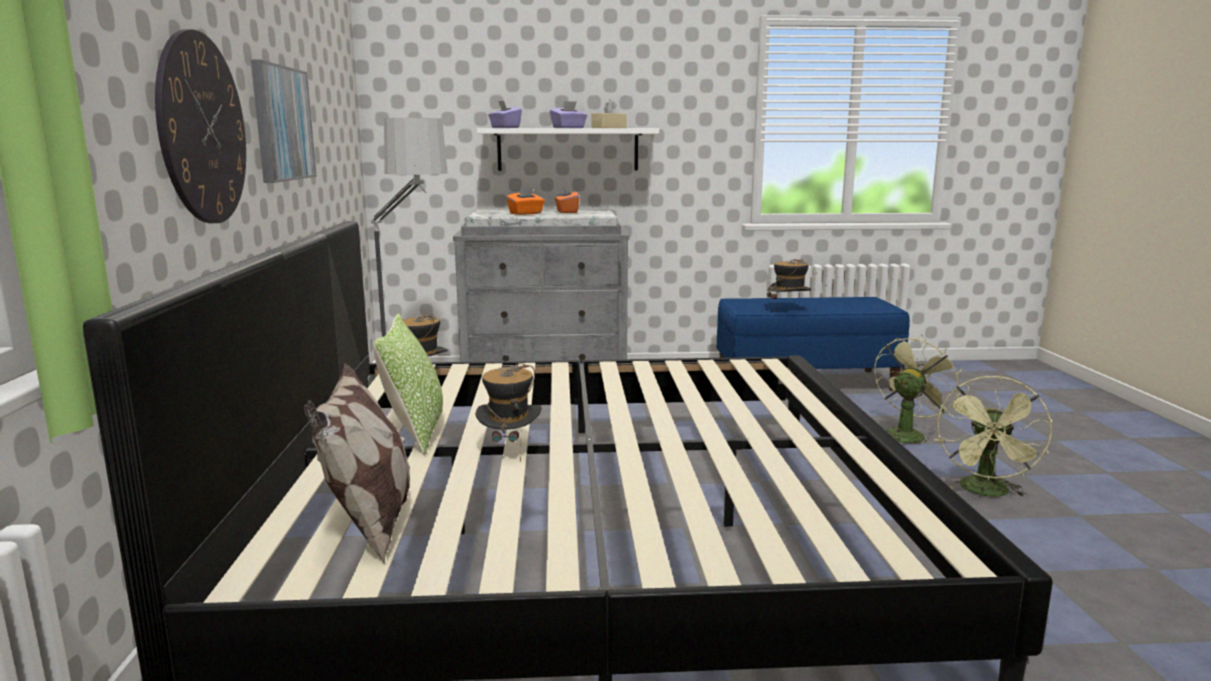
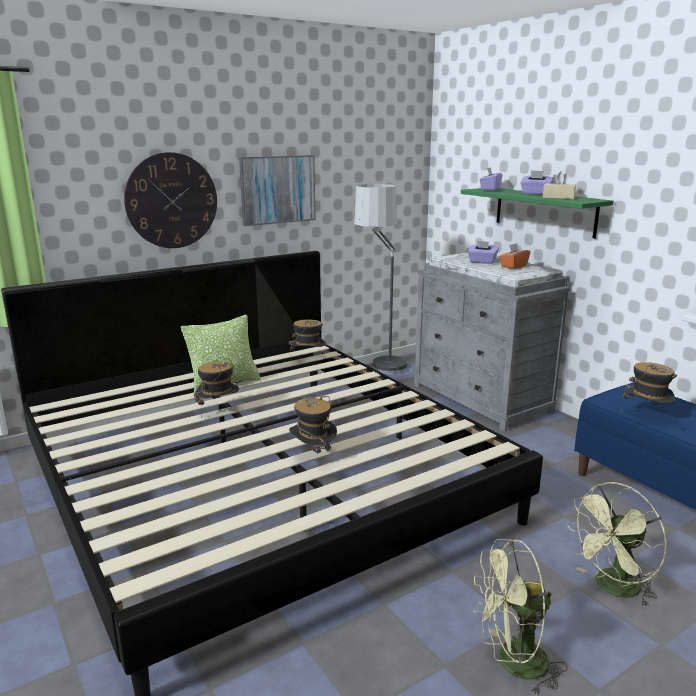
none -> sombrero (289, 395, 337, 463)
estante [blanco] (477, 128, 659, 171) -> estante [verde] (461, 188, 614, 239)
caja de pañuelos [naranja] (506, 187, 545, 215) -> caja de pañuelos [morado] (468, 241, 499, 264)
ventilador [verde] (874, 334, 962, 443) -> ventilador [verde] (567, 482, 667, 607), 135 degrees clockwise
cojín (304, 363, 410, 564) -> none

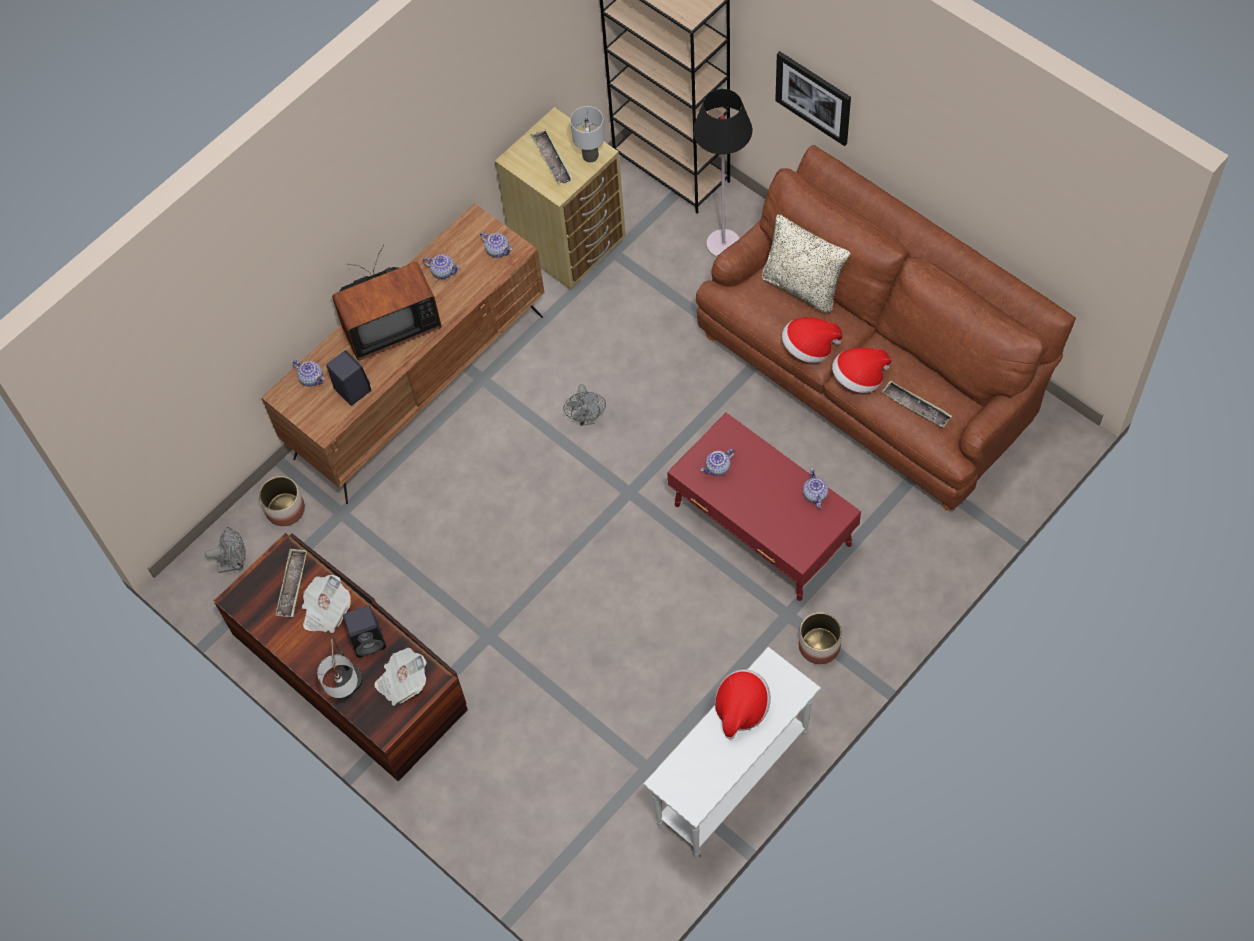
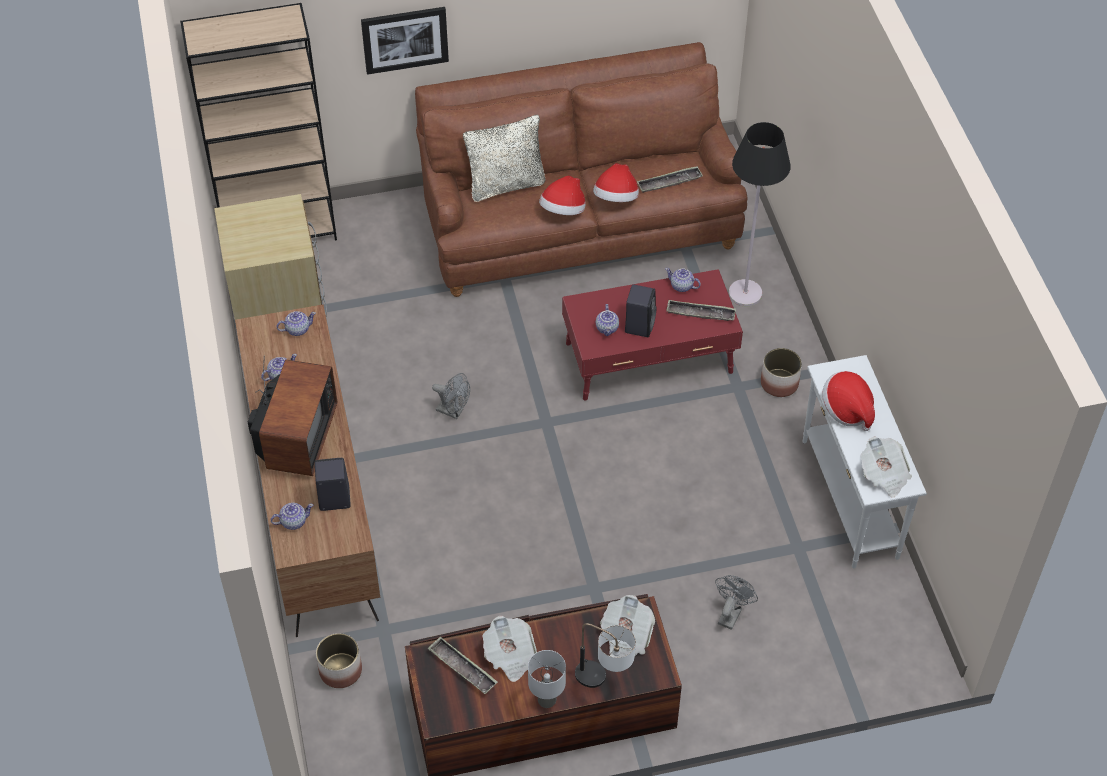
lámpara de mesa [blanco] (570, 106, 605, 163) -> lámpara de mesa [blanco] (528, 650, 566, 708), relocated
altavoz [negro] (343, 605, 386, 658) -> altavoz [negro] (625, 284, 656, 337), relocated
bandeja (531, 129, 573, 184) -> bandeja (666, 300, 736, 321), relocated
ventilador [gris] (205, 527, 246, 573) -> ventilador [gris] (715, 575, 758, 630), relocated
lámpara de pie [negro] (693, 89, 753, 258) -> lámpara de pie [negro] (729, 122, 791, 307), relocated
none -> periódico (860, 436, 912, 498)

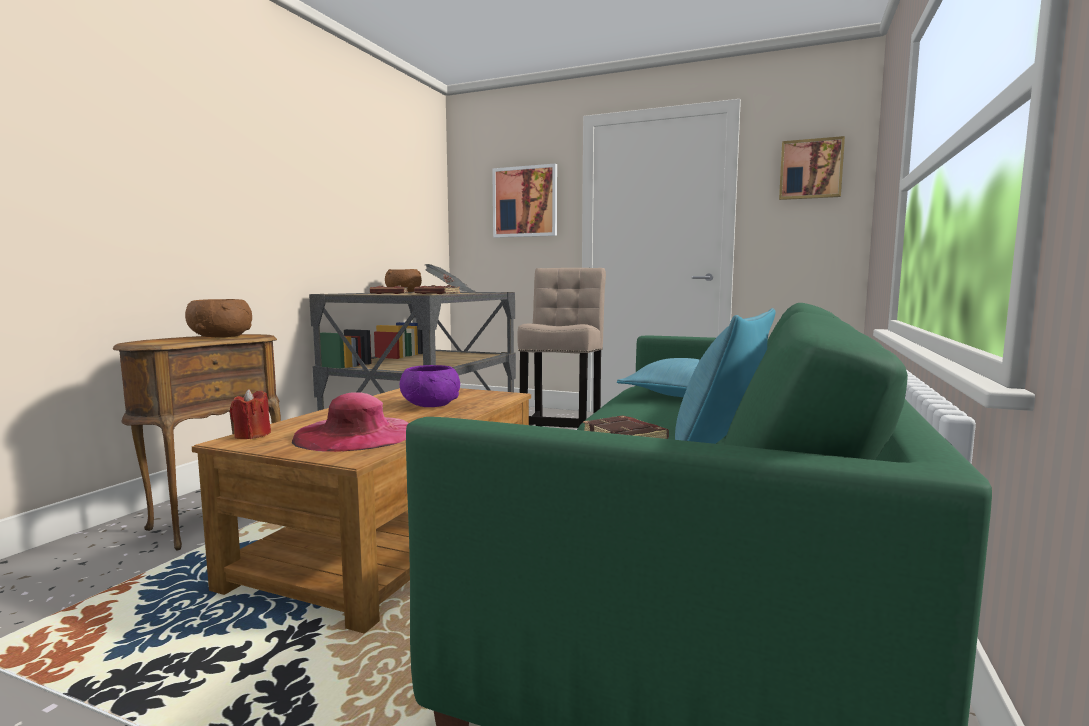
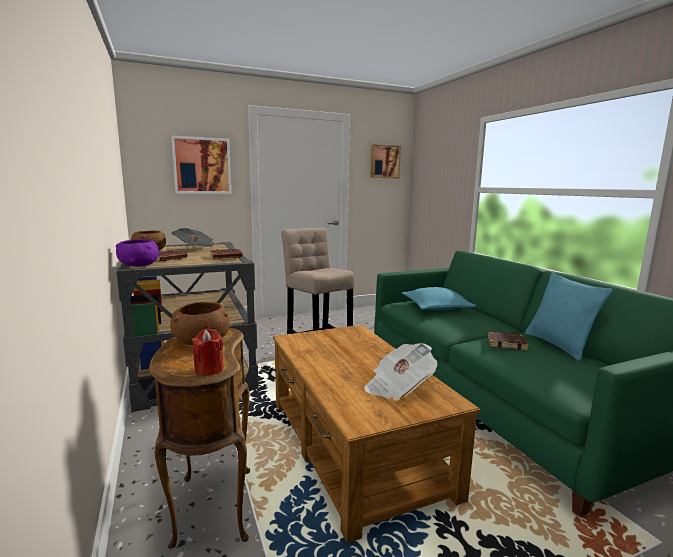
cuenco [morado] (400, 365, 460, 407) -> cuenco [morado] (115, 239, 159, 266), relocated
vela [rojo] (230, 389, 271, 439) -> vela [rojo] (192, 329, 224, 376), relocated
sombrero [rosa] (292, 392, 409, 452) -> periódico (364, 343, 437, 401)

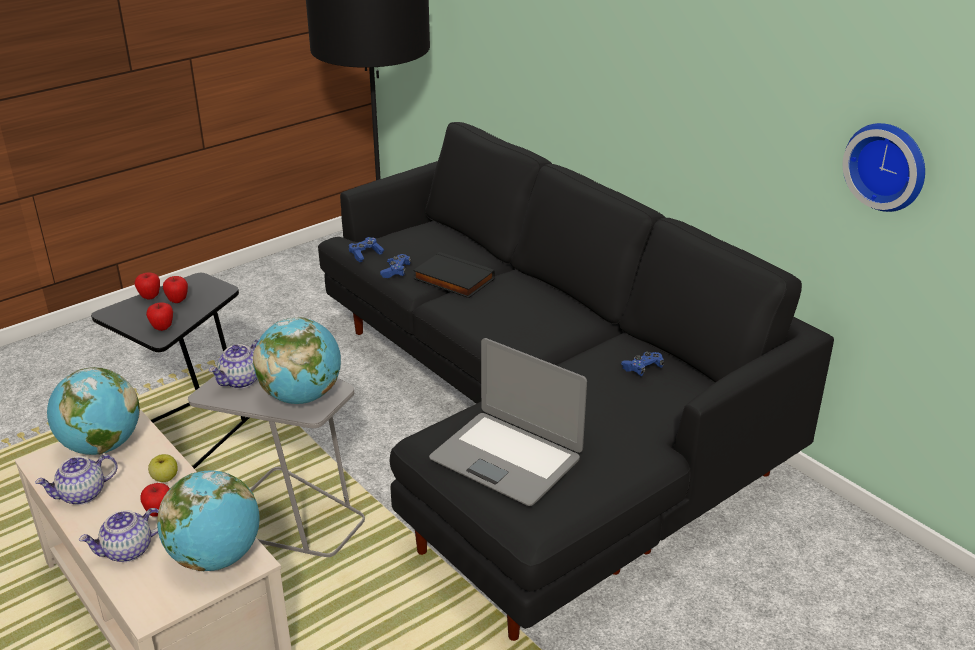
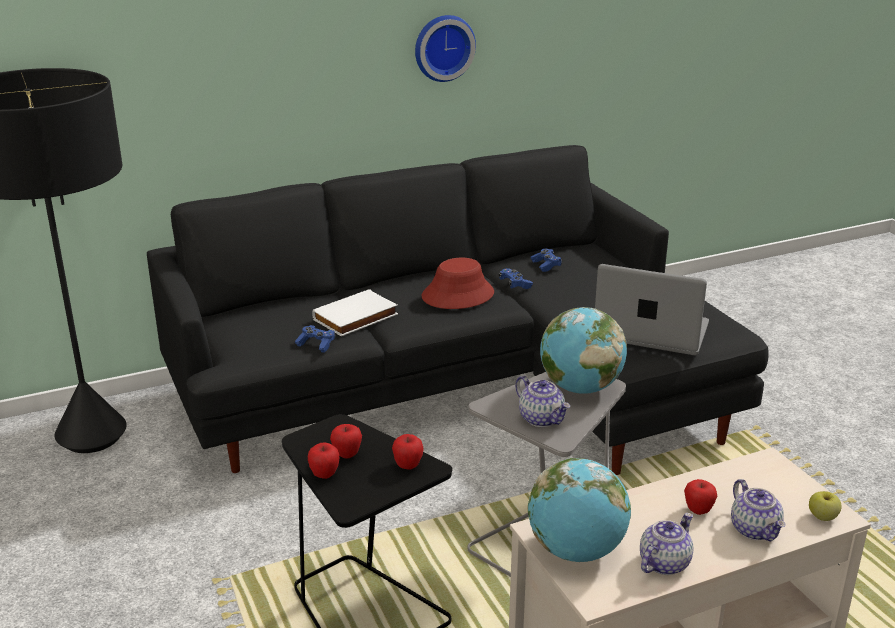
libro [negro] (413, 252, 495, 298) -> libro [blanco] (312, 289, 398, 336)
reloj de pared (843, 123, 925, 212) -> reloj de pared (415, 15, 476, 82), relocated
none -> sombrero [rojo] (422, 258, 494, 309)
mando de consola [azul] (348, 237, 384, 262) -> mando de consola [azul] (499, 268, 533, 289), relocated
portátil (429, 338, 587, 506) -> portátil (595, 264, 709, 355), 120 degrees counterclockwise
tetera (35, 454, 118, 505) -> tetera (640, 513, 693, 575), 120 degrees counterclockwise
manzana (148, 454, 178, 482) -> manzana (809, 491, 842, 521), relocated
globo terráqueo (157, 471, 260, 572) -> none

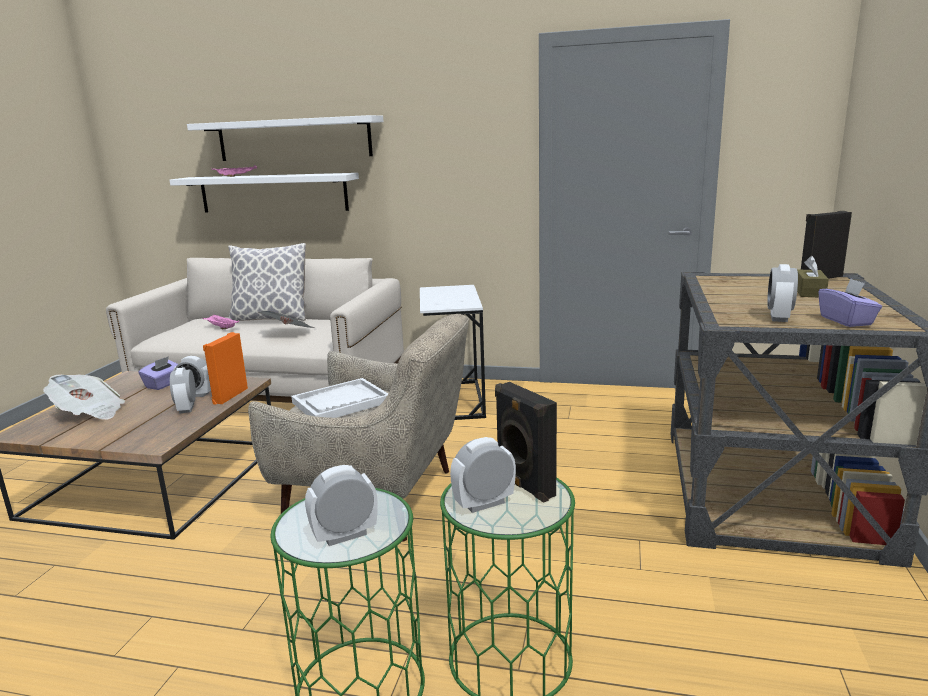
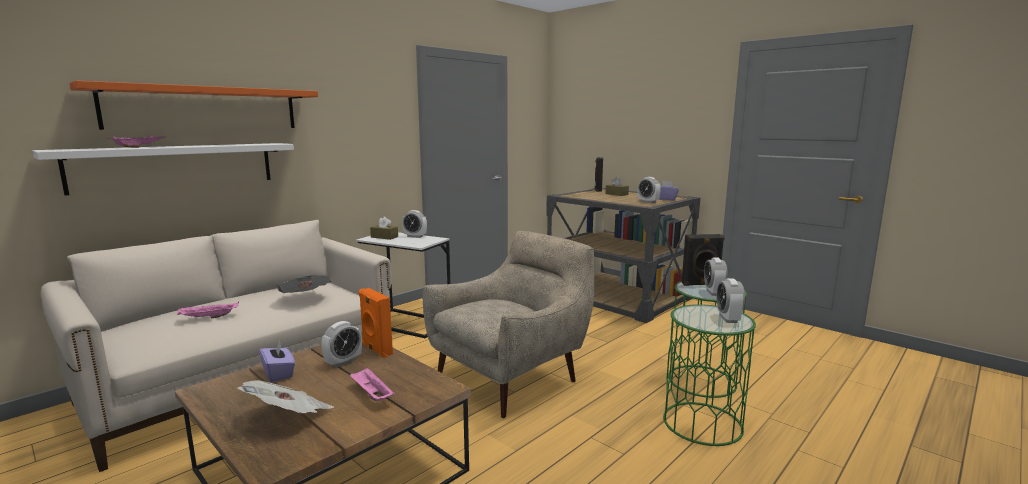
estante [blanco] (187, 115, 384, 161) -> estante [naranja] (69, 80, 318, 130)
none -> bandeja [rosa] (350, 367, 395, 401)
none -> caja de pañuelos [marrón] (370, 217, 398, 240)
despertador (170, 367, 196, 414) -> despertador (402, 210, 427, 238), relocated
cojín (228, 243, 306, 321) -> none
bandeja [blanco] (291, 378, 388, 418) -> none

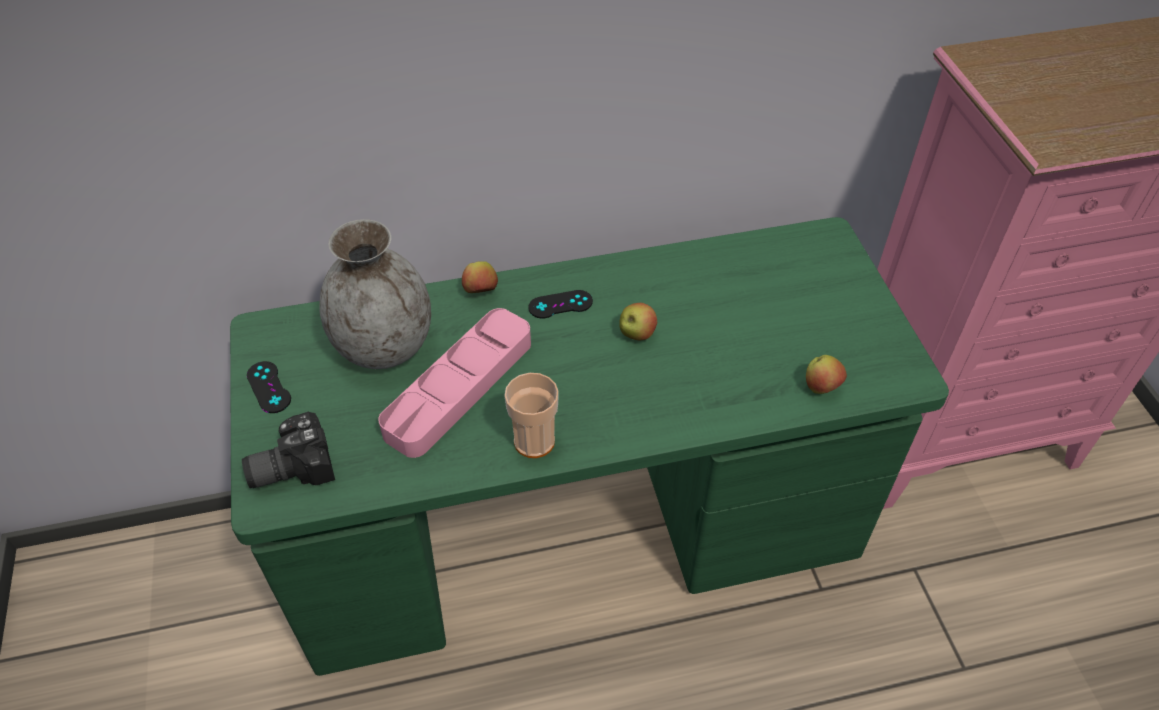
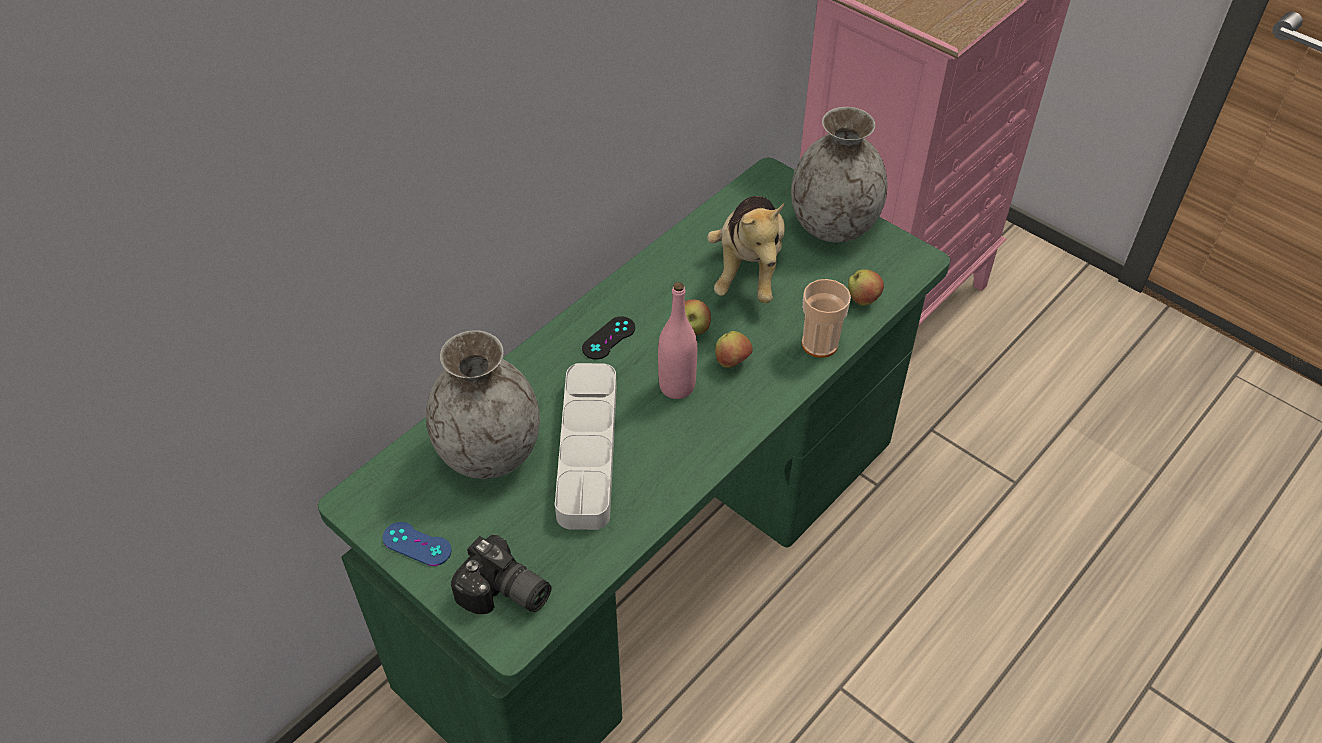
mando de consola [negro] (247, 361, 291, 413) -> mando de consola [azul] (383, 522, 452, 566)
cámara (242, 412, 335, 488) -> cámara (451, 535, 551, 614), 90 degrees counterclockwise
bandeja [rosa] (378, 308, 531, 458) -> bandeja [gris] (555, 363, 617, 530)
none -> botella [rosa] (658, 282, 697, 399)
none -> peluche (707, 196, 785, 303)
manzana (462, 261, 498, 293) -> manzana (715, 331, 753, 368), relocated
none -> florero [gris] (791, 107, 887, 243)
taza (504, 373, 559, 458) -> taza (802, 279, 851, 358), relocated

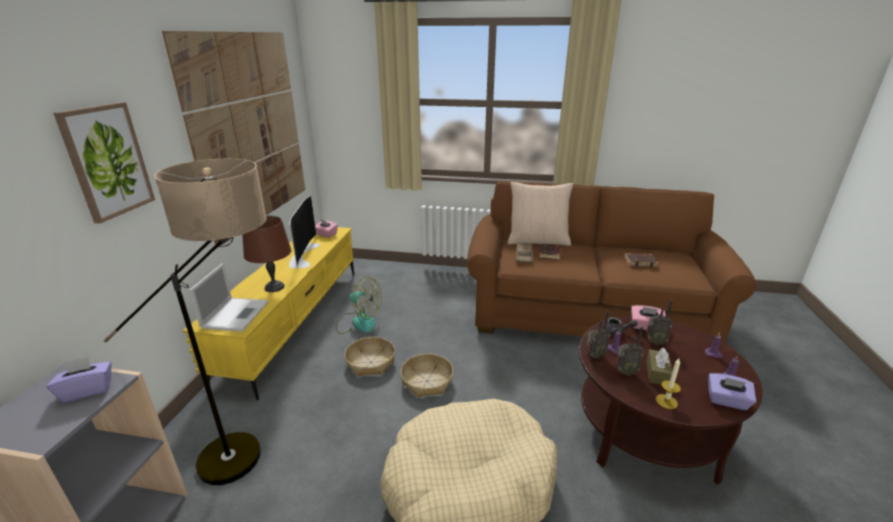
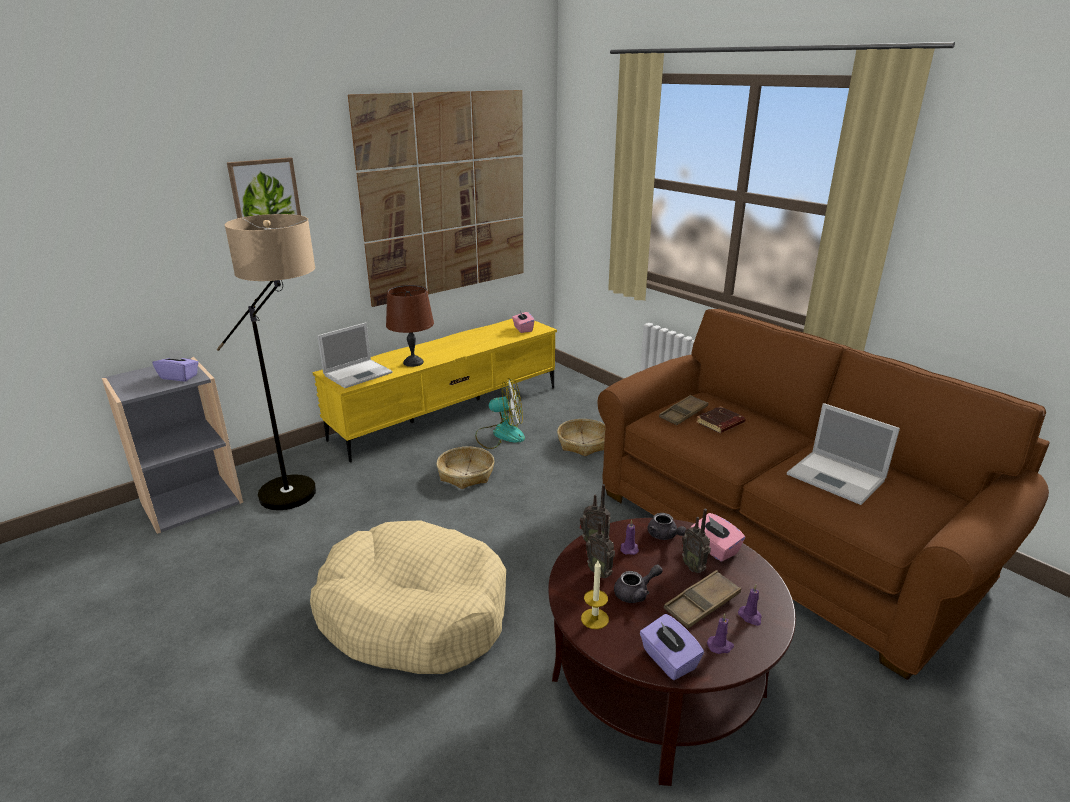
ventilador (335, 277, 382, 334) -> ventilador (475, 378, 525, 449), 60 degrees counterclockwise
cesta (400, 353, 453, 397) -> cesta (557, 419, 606, 456), relocated
caja de pañuelos [marrón] (646, 348, 672, 385) -> tetera [gris] (614, 565, 663, 603)
none -> bandeja [marrón] (664, 570, 741, 628)
libro [marrón] (625, 253, 659, 267) -> portátil (787, 403, 900, 505)
televisor (289, 195, 321, 270) -> none
cojín [beis] (508, 182, 573, 246) -> none

